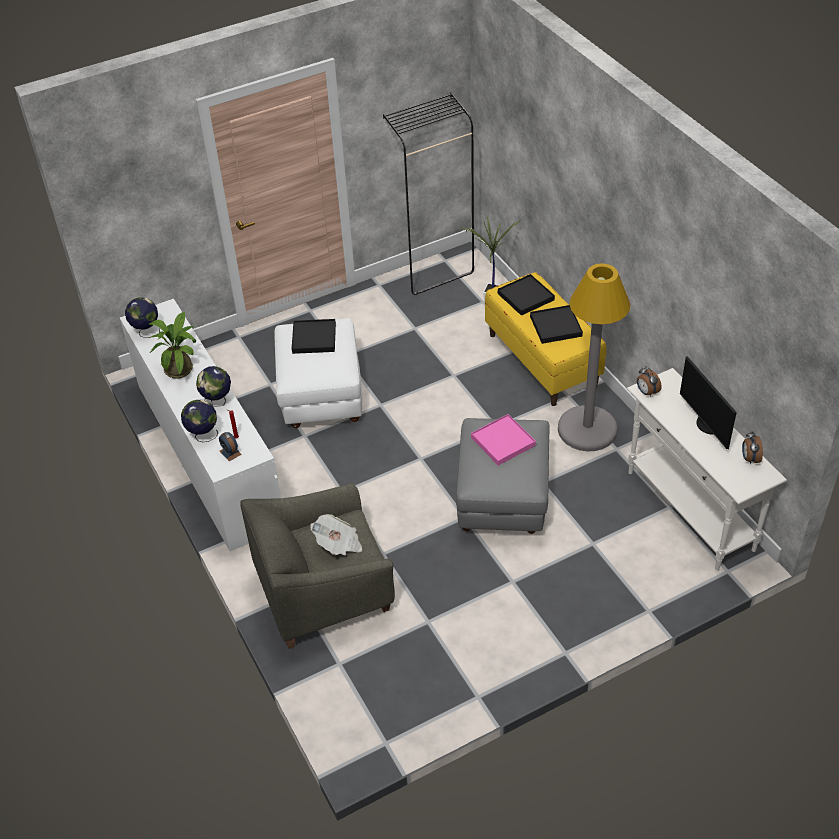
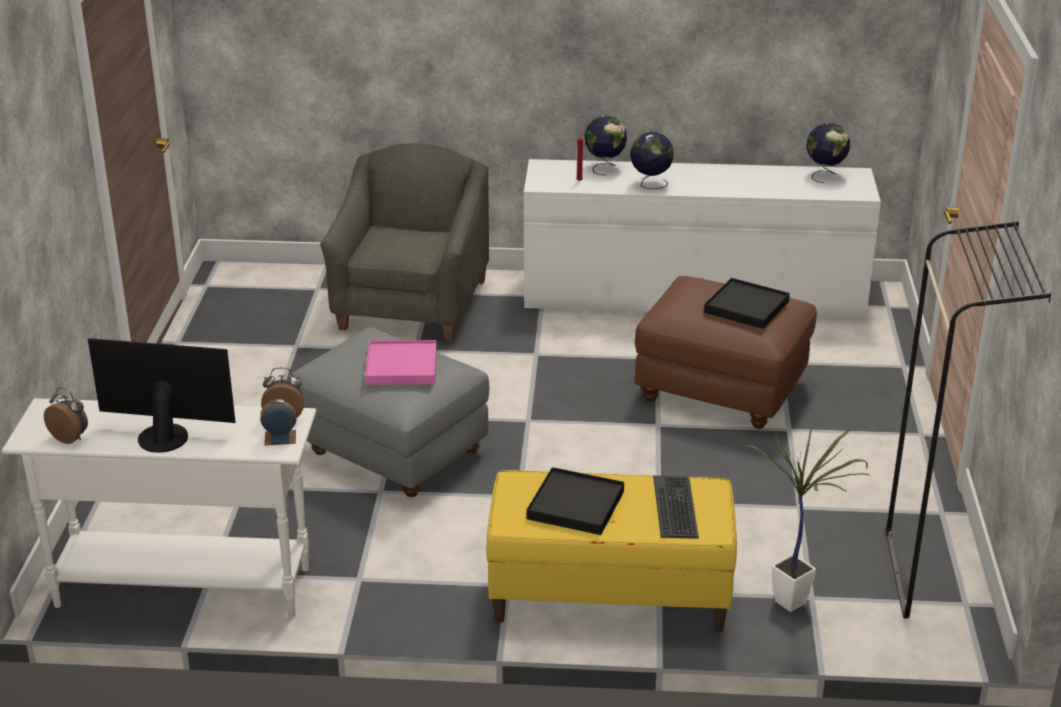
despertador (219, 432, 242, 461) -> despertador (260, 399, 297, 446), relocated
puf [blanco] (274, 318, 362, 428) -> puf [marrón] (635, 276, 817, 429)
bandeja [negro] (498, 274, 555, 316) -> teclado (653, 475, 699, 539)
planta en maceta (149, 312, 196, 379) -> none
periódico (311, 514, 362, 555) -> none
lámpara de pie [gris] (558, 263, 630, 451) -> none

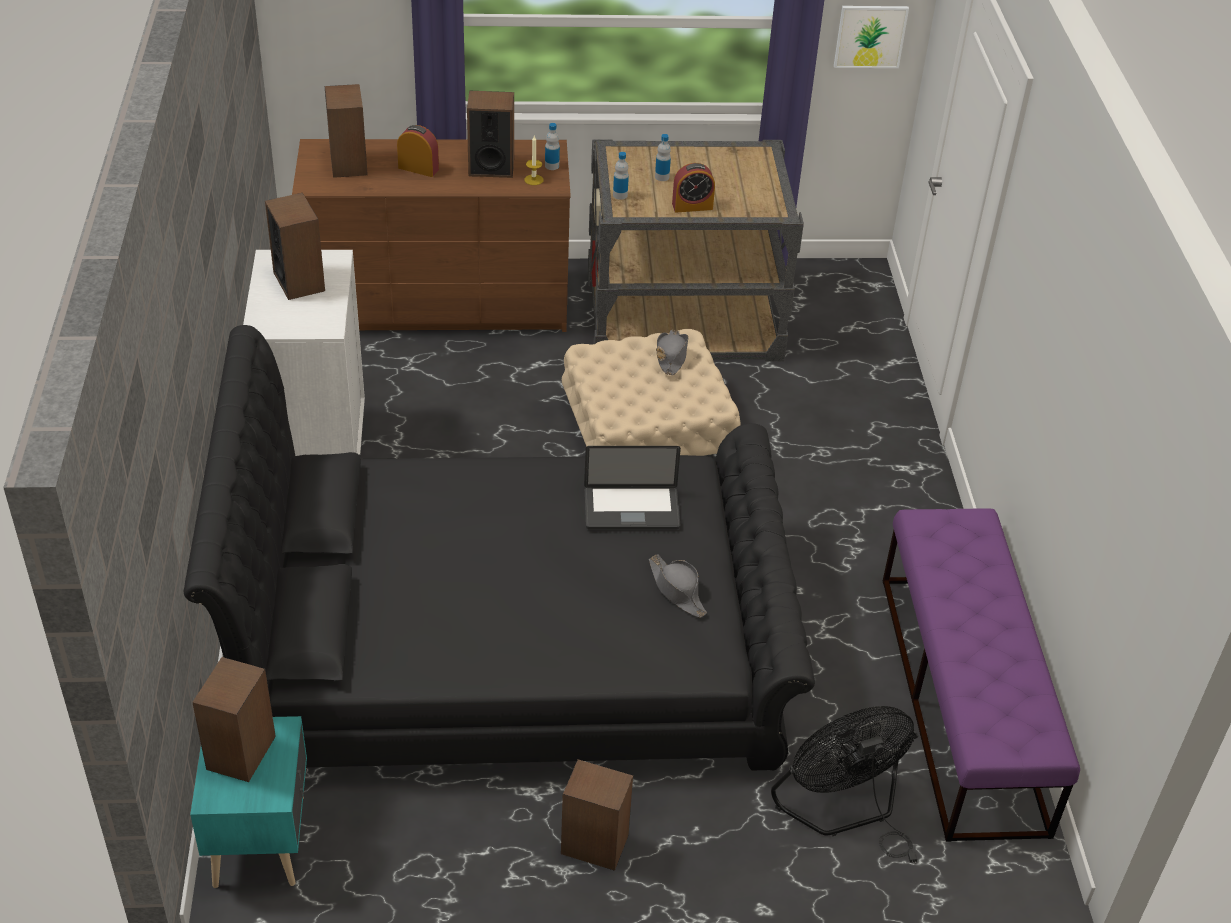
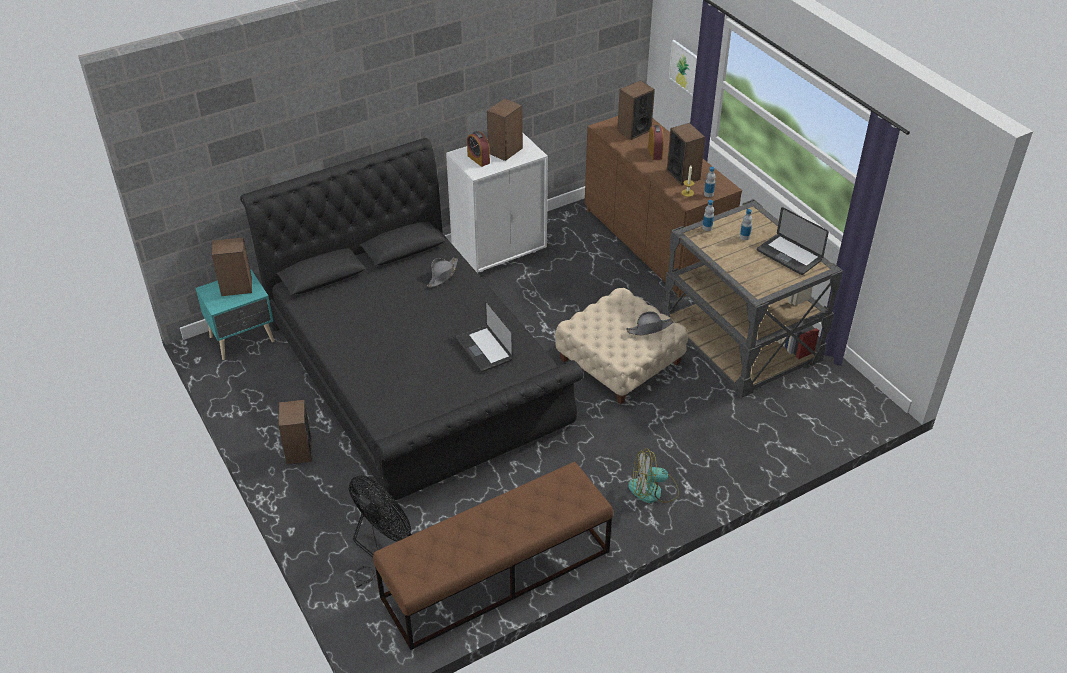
banco [morado] (883, 508, 1080, 842) -> banco [marrón] (373, 462, 613, 650)
sombrero [gris] (649, 554, 707, 618) -> sombrero [gris] (427, 258, 458, 287), relocated
despertador (672, 163, 715, 213) -> despertador (467, 131, 490, 167), relocated
none -> ventilador (628, 448, 679, 503)
cuadro (834, 6, 909, 68) -> cuadro (669, 40, 697, 96), relocated
none -> portátil (757, 207, 829, 275)

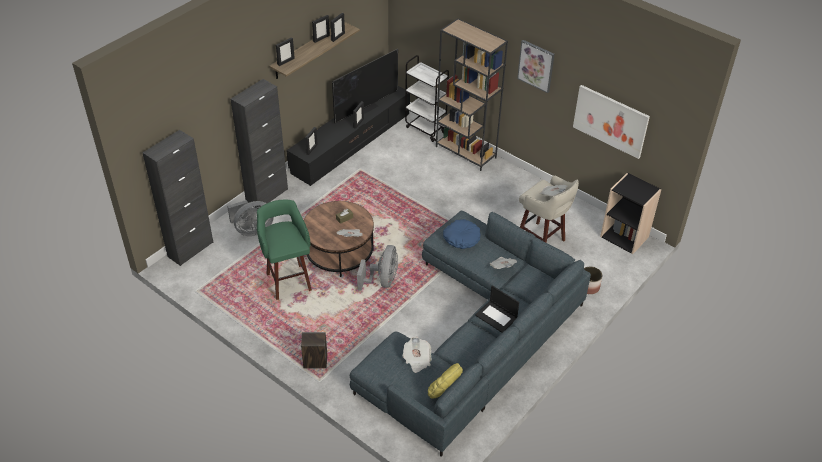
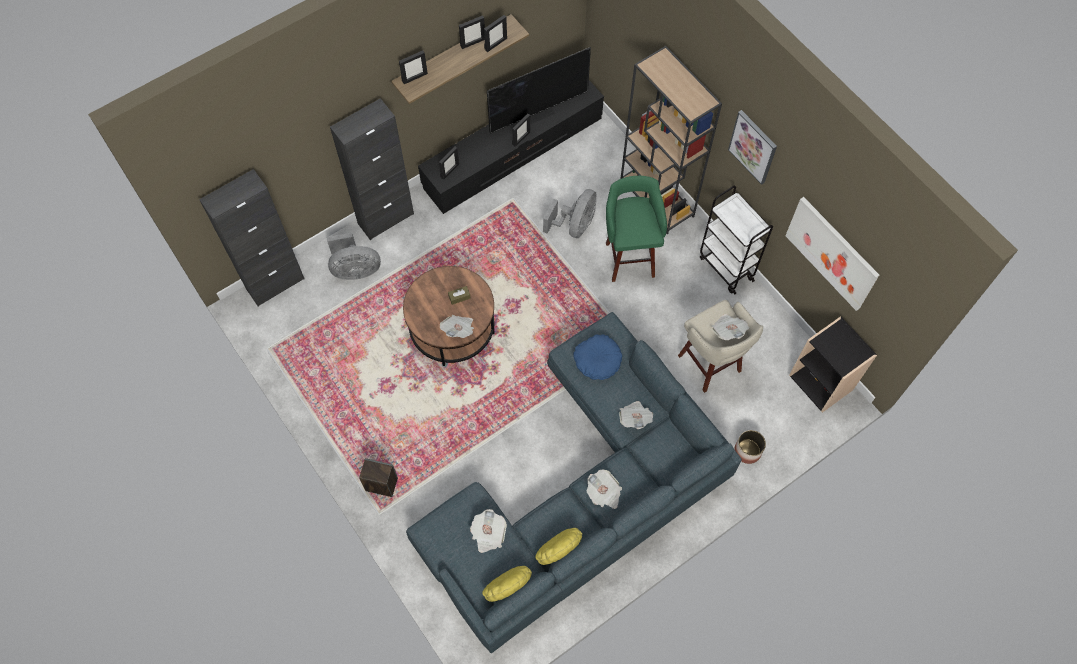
none -> cojín [amarillo] (535, 528, 582, 565)
ventilador [gris] (357, 245, 398, 291) -> ventilador [gris] (543, 189, 596, 238), relocated
portátil (475, 285, 519, 333) -> periódico (587, 470, 622, 509)
taburete [verde] (257, 200, 312, 300) -> taburete [verde] (606, 176, 667, 282), relocated
carrito [blanco] (405, 55, 449, 142) -> carrito [blanco] (700, 186, 773, 295), relocated

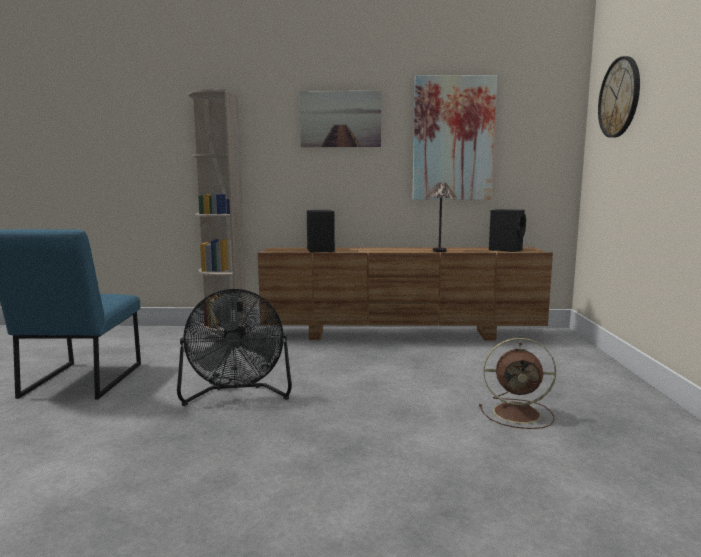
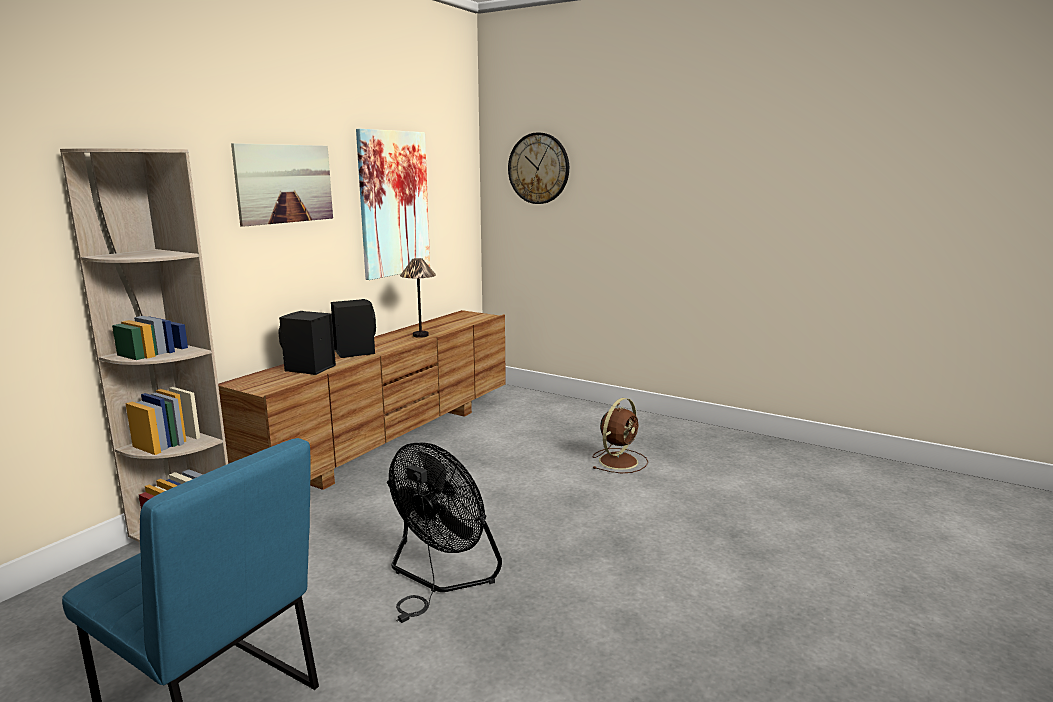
altavoz [negro] (489, 209, 526, 252) -> altavoz [negro] (331, 299, 376, 358), relocated
ventilador [negro] (177, 289, 292, 406) -> ventilador [negro] (387, 442, 502, 623), 75 degrees counterclockwise

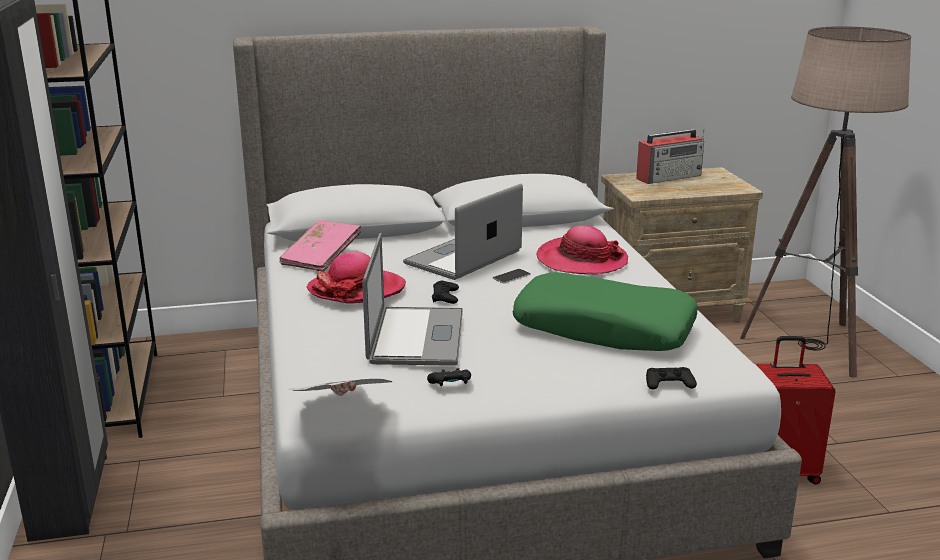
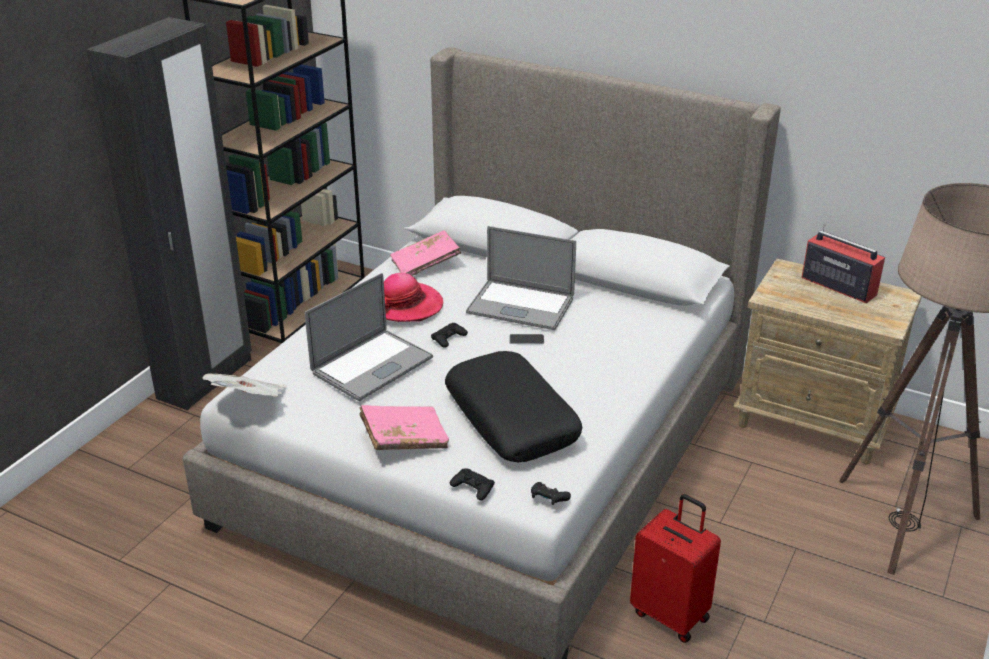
none -> libro [rosa] (359, 405, 449, 450)
cojín [verde] (513, 272, 697, 351) -> cojín [negro] (445, 351, 582, 463)
portátil (403, 184, 523, 280) -> portátil (466, 226, 576, 330), 150 degrees counterclockwise
mando de consola [negro] (427, 368, 471, 386) -> mando de consola [negro] (531, 482, 571, 505), relocated
radio (636, 129, 704, 184) -> radio (801, 223, 885, 303), 150 degrees counterclockwise
sombrero (537, 225, 628, 275) -> none

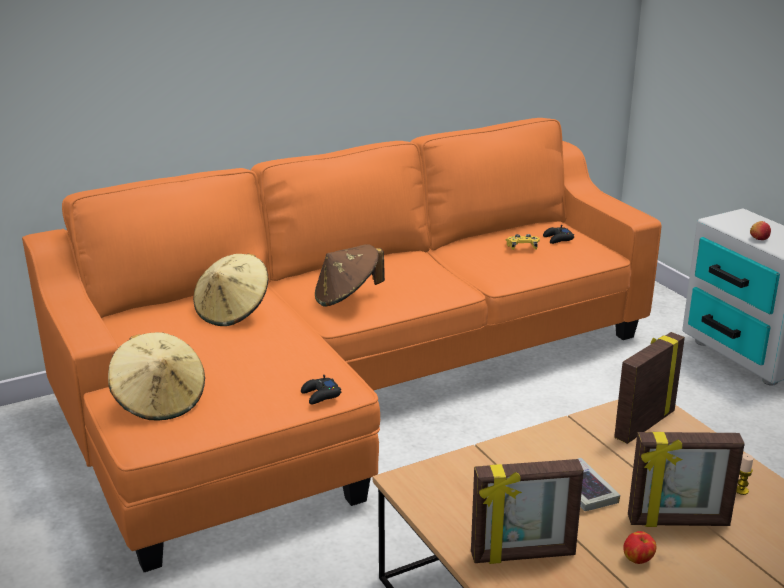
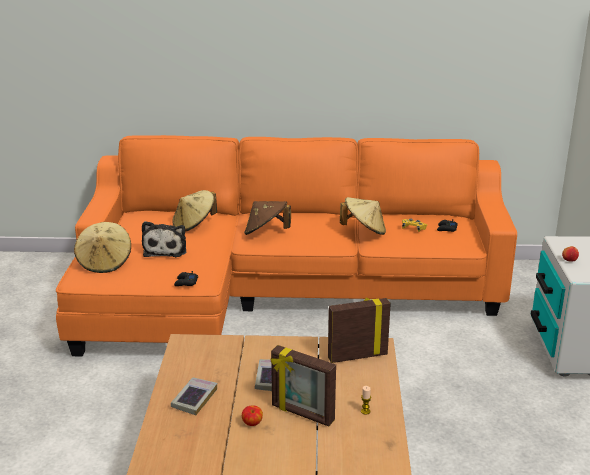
none -> peluche (142, 221, 186, 257)
portarretratos (471, 459, 584, 564) -> libro (171, 377, 217, 415)
none -> sombrero [beis] (340, 197, 386, 235)

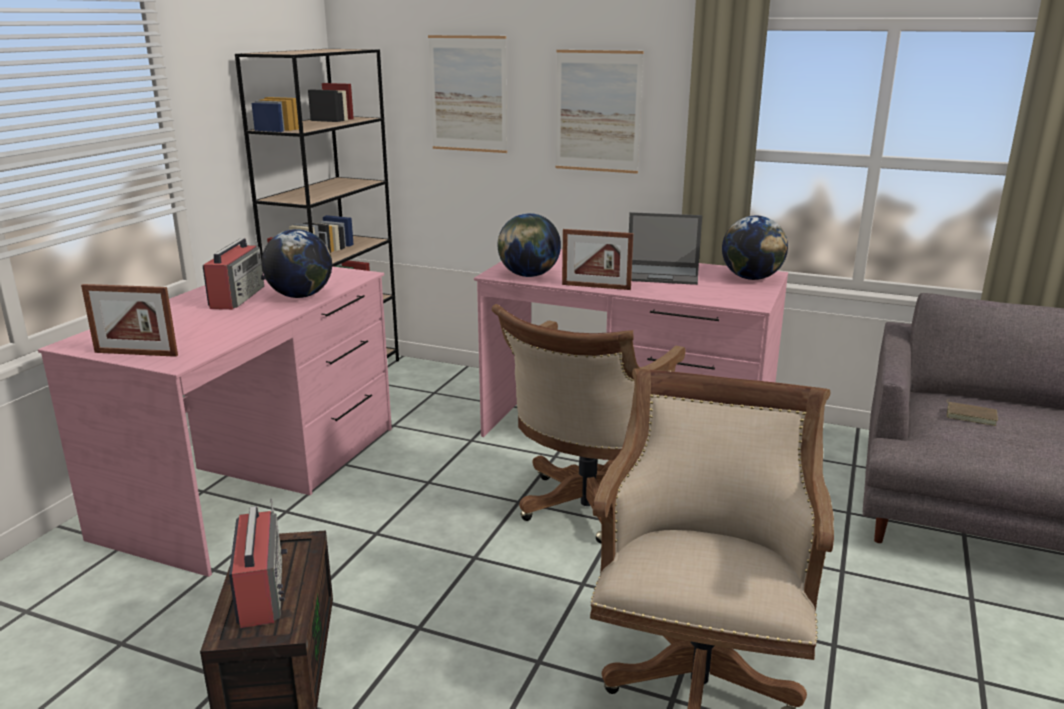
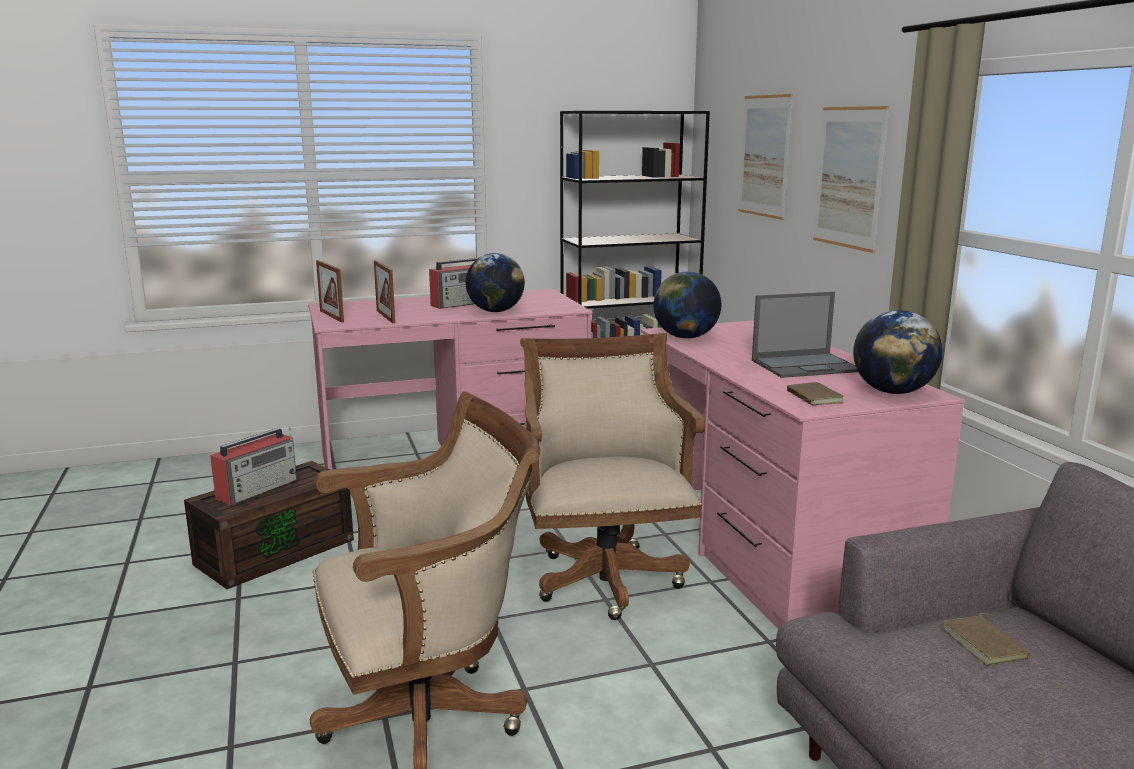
portarretratos (562, 229, 633, 290) -> portarretratos (374, 260, 395, 323), relocated
silla de oficina (492, 304, 685, 543) -> silla de oficina (520, 333, 705, 620), 90 degrees clockwise
portátil (629, 212, 702, 285) -> portátil (752, 292, 858, 378), 75 degrees counterclockwise
none -> libro [marrón] (787, 382, 843, 405)

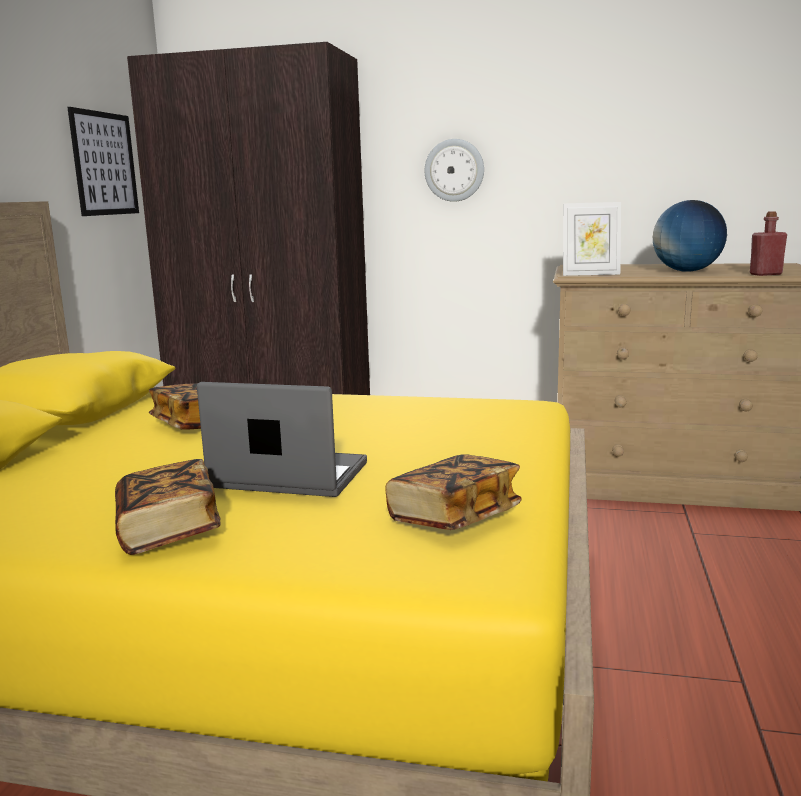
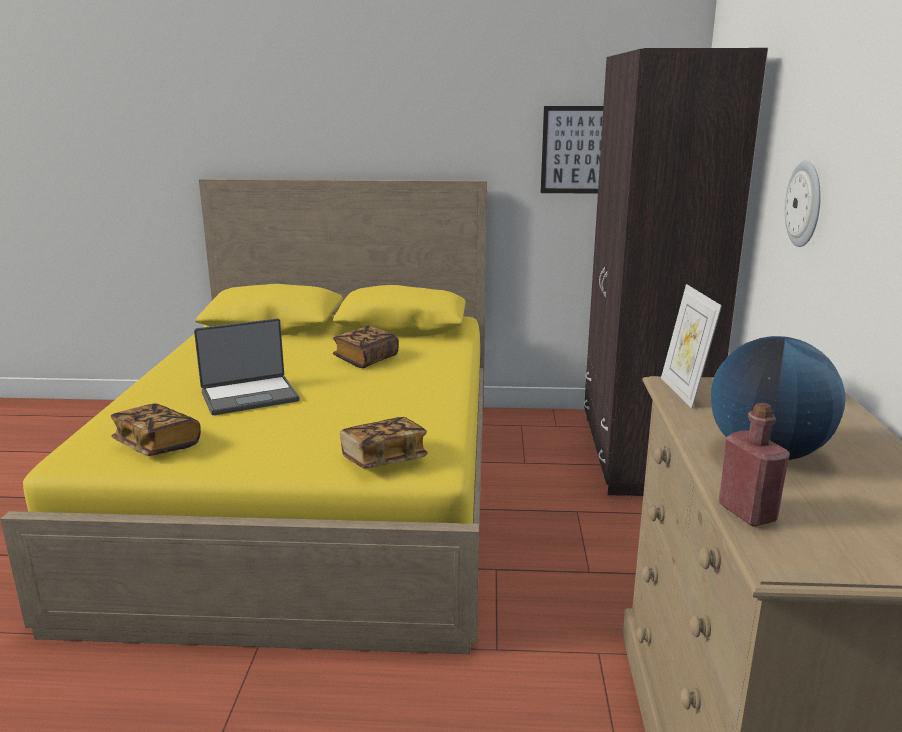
portátil (197, 382, 367, 497) -> portátil (194, 318, 300, 415), 60 degrees clockwise
libro (115, 459, 221, 555) -> libro (340, 417, 427, 469), relocated

